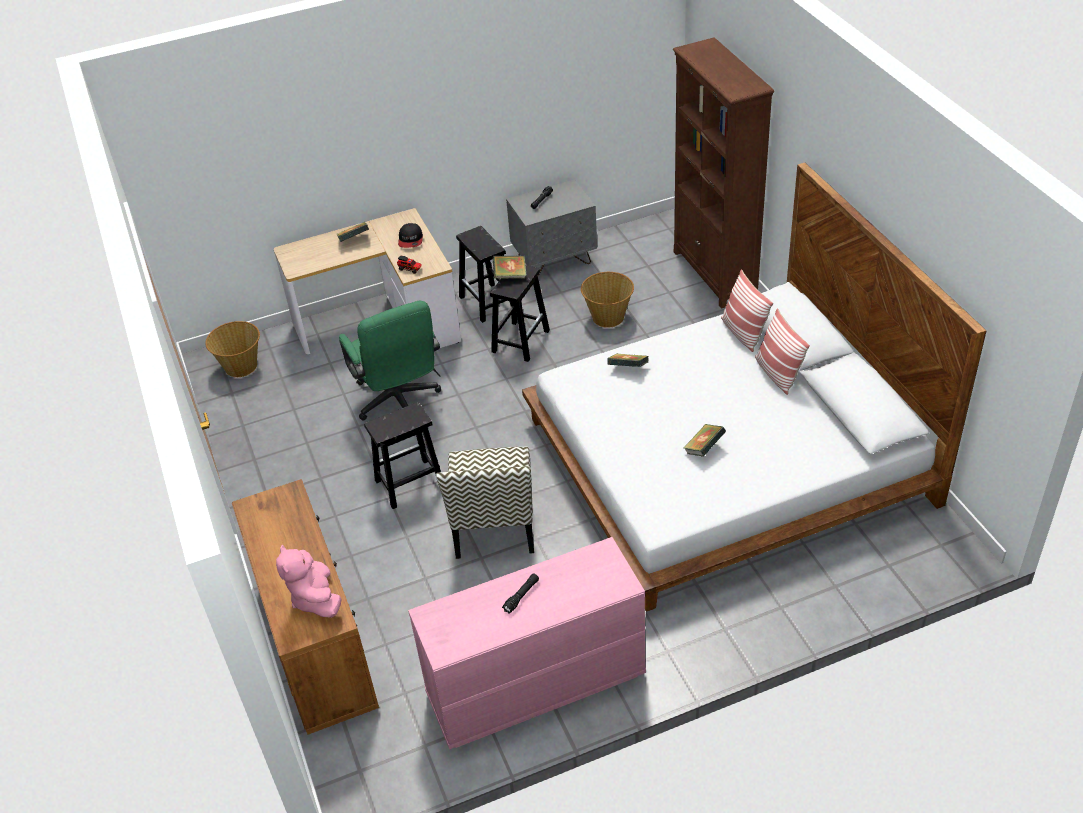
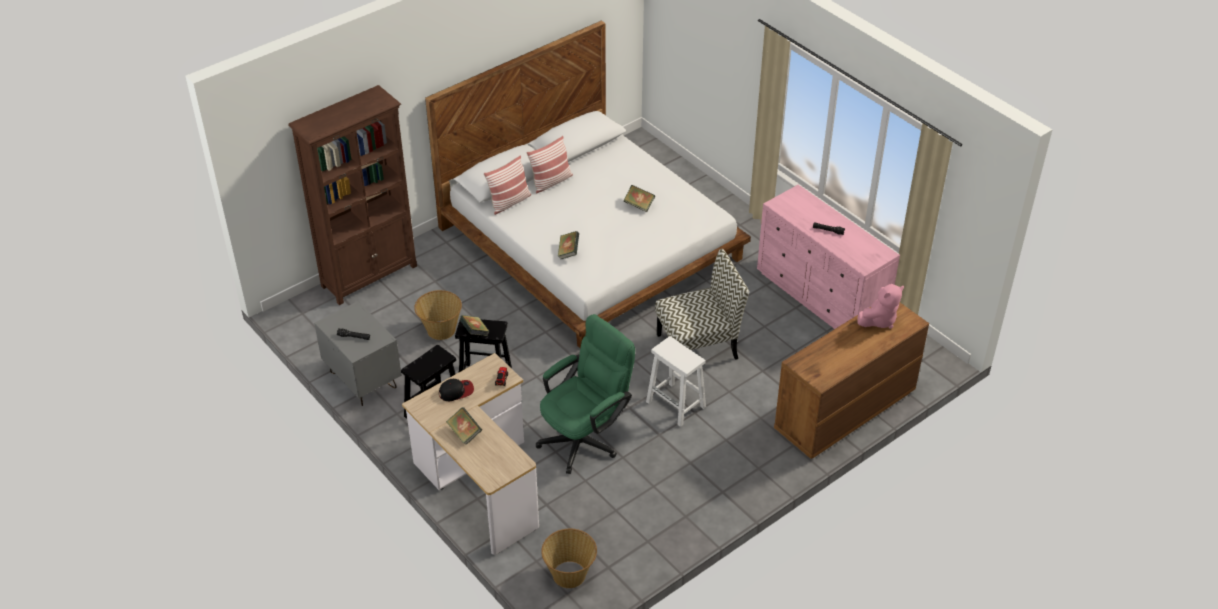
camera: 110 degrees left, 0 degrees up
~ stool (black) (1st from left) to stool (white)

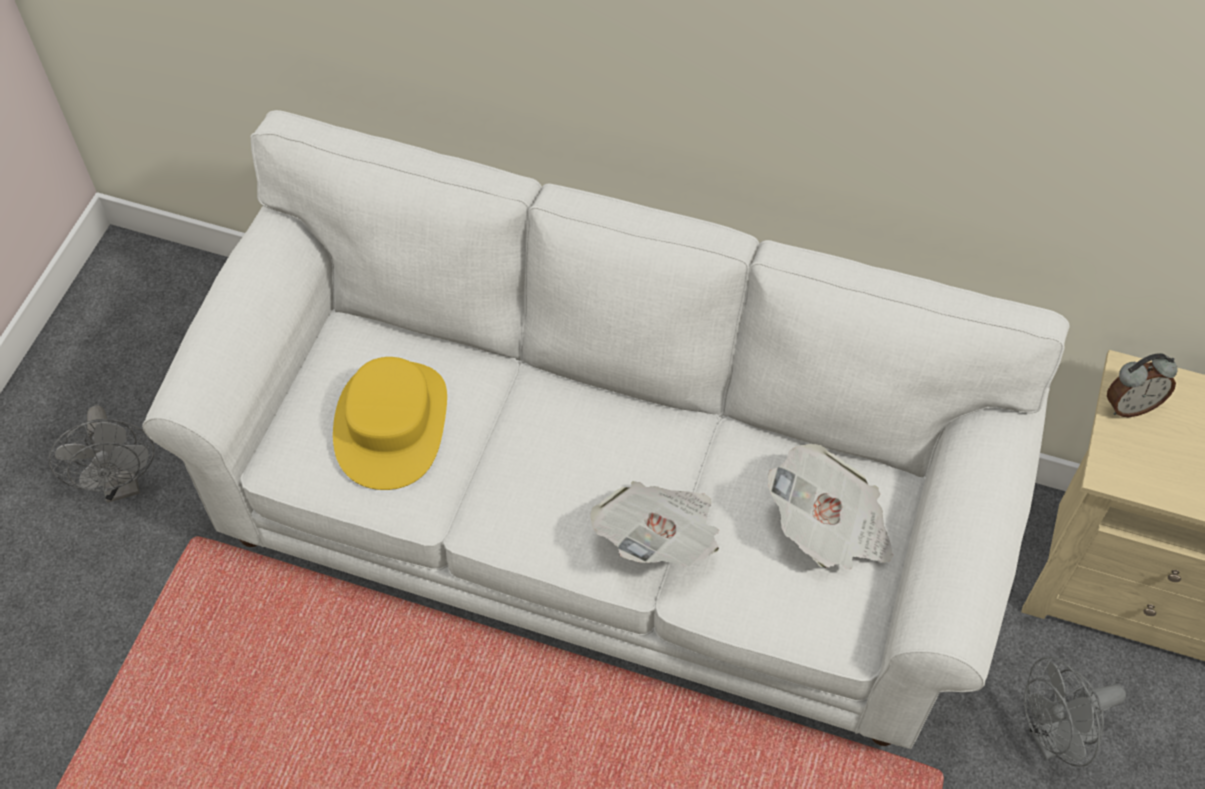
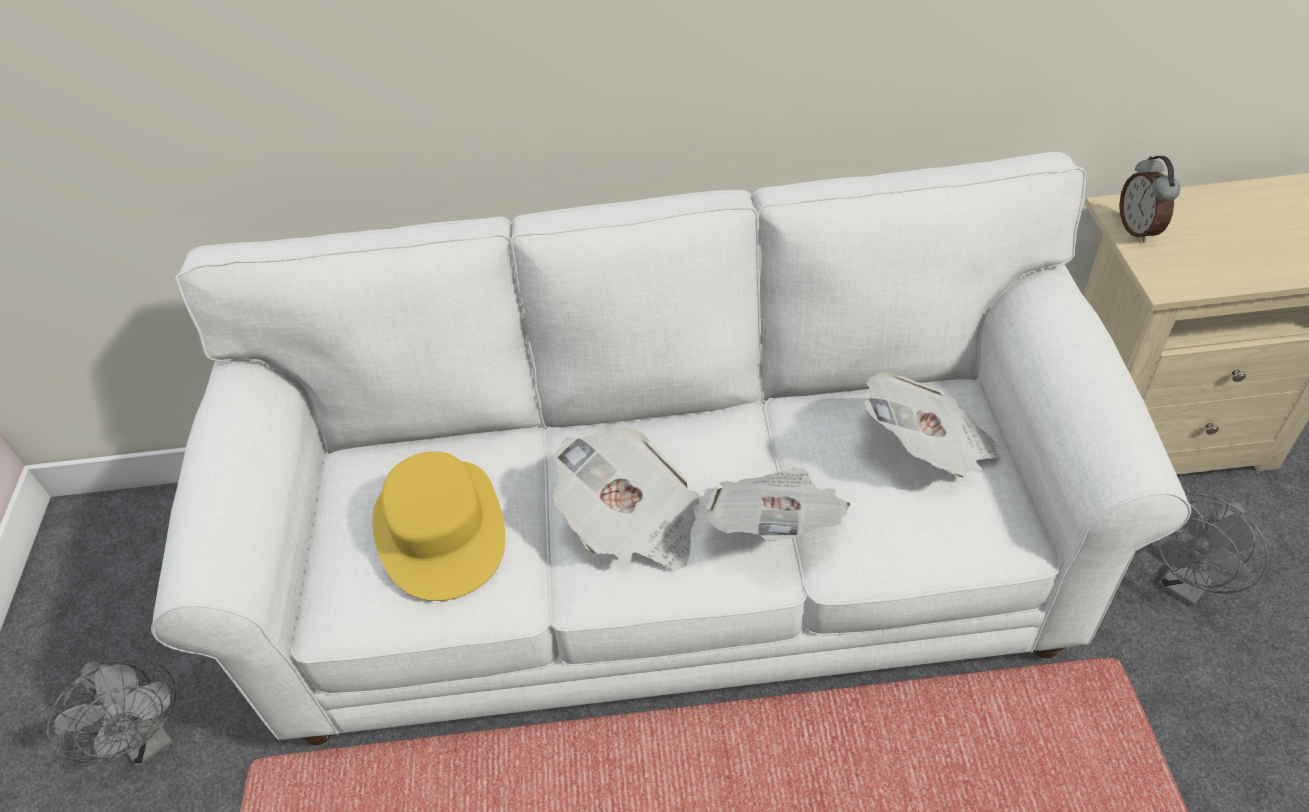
camera: 20 degrees left, 10 degrees down
+ newspaper (1st from left)
~ alarm clock 120 degrees clockwise

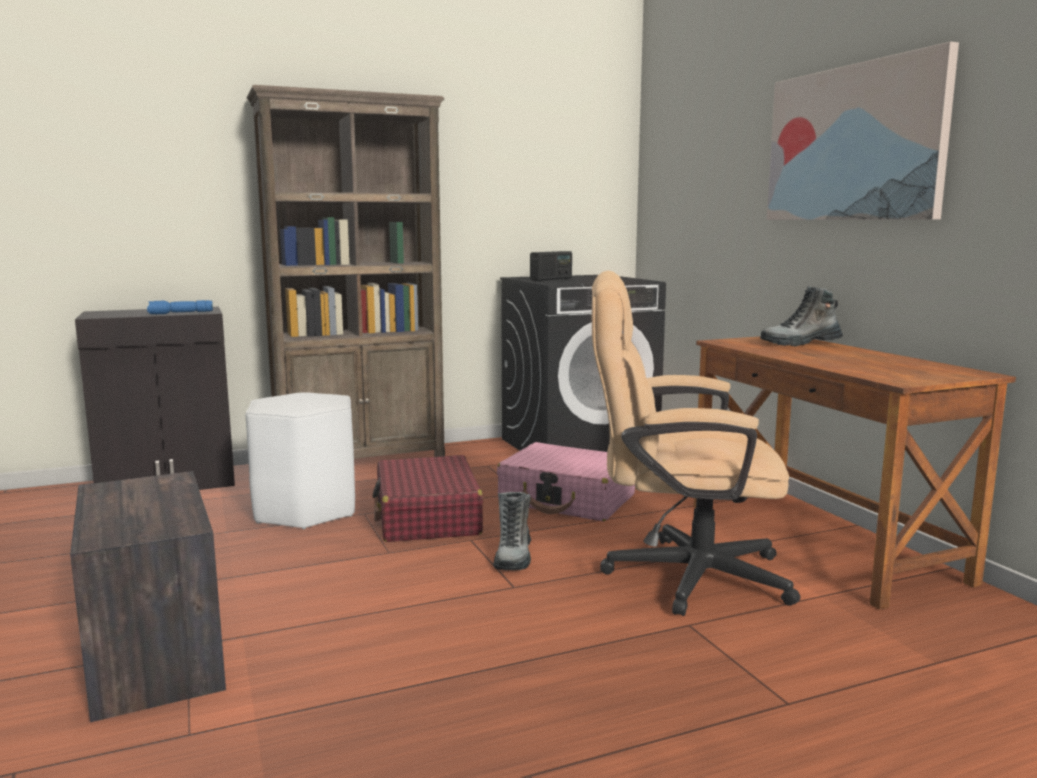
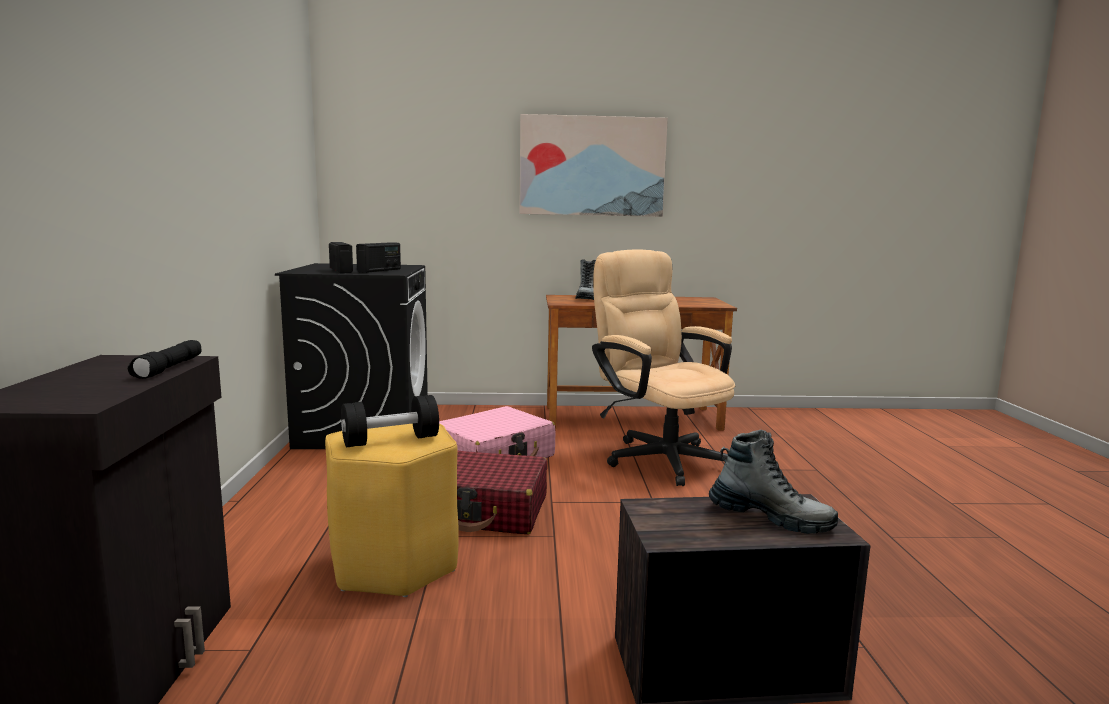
camera: 70 degrees left, 0 degrees up
- bookcase (brown)
+ dumbbell (black)
+ radio (2nd from left)
~ boot (1st from left in the first image) to boot (2nd from left)
~ flashlight (blue) to flashlight (black)
~ stool (white) to stool (yellow)
~ office chair (beige) 120 degrees clockwise

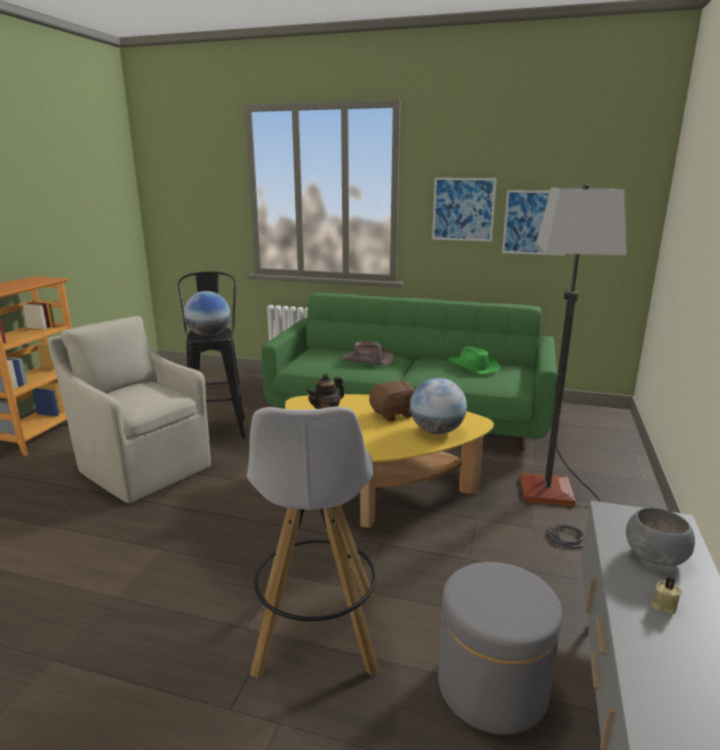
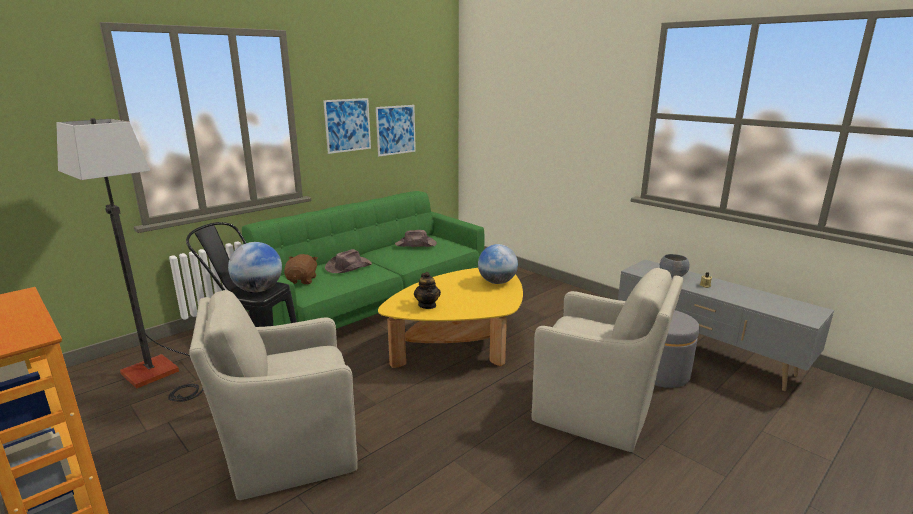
camera: 60 degrees left, 0 degrees up
~ plush toy (brown)
~ floor lamp
~ stool (white) to armchair (beige) (2nd from left)
~ hat (green) to hat (brown) (2nd from left)

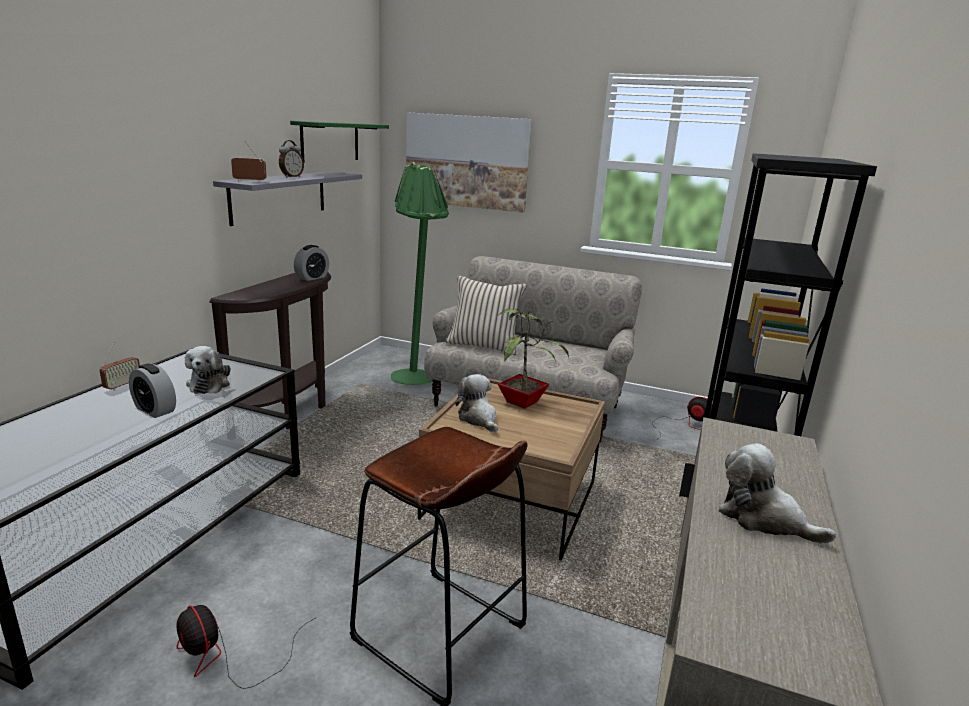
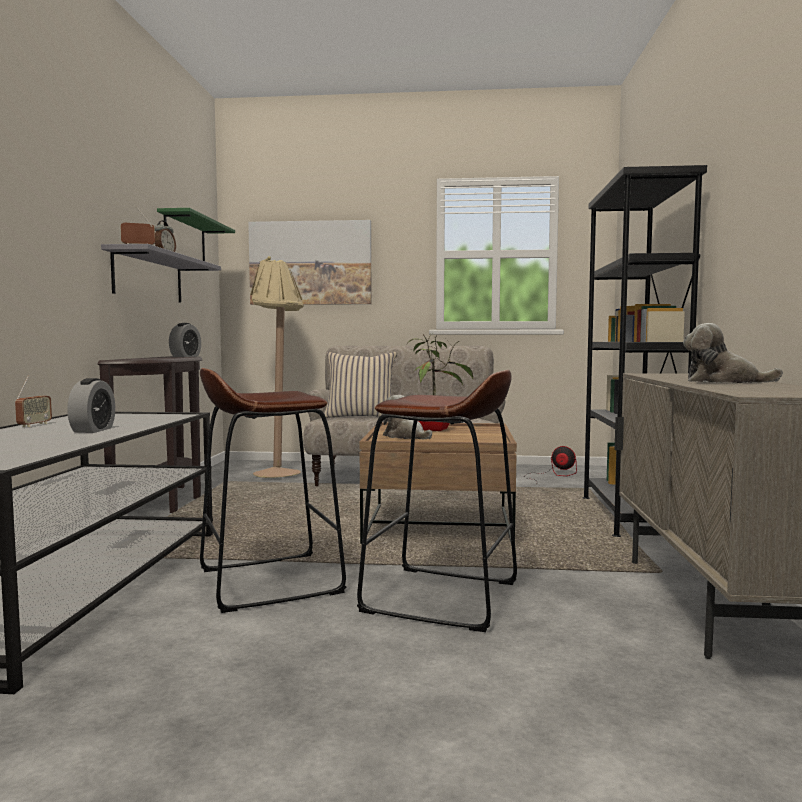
camera: 15 degrees left, 15 degrees down
- fan (1st from left)
- plush toy (1st from left)
+ stool (brown) (1st from left)
~ floor lamp (green) to floor lamp (beige)
~ alarm clock (1st from left) 105 degrees counterclockwise

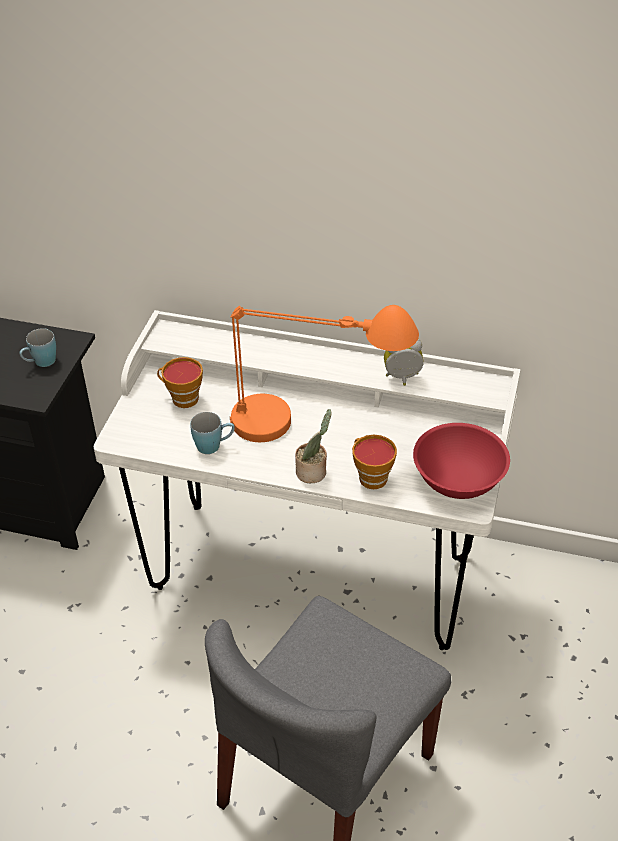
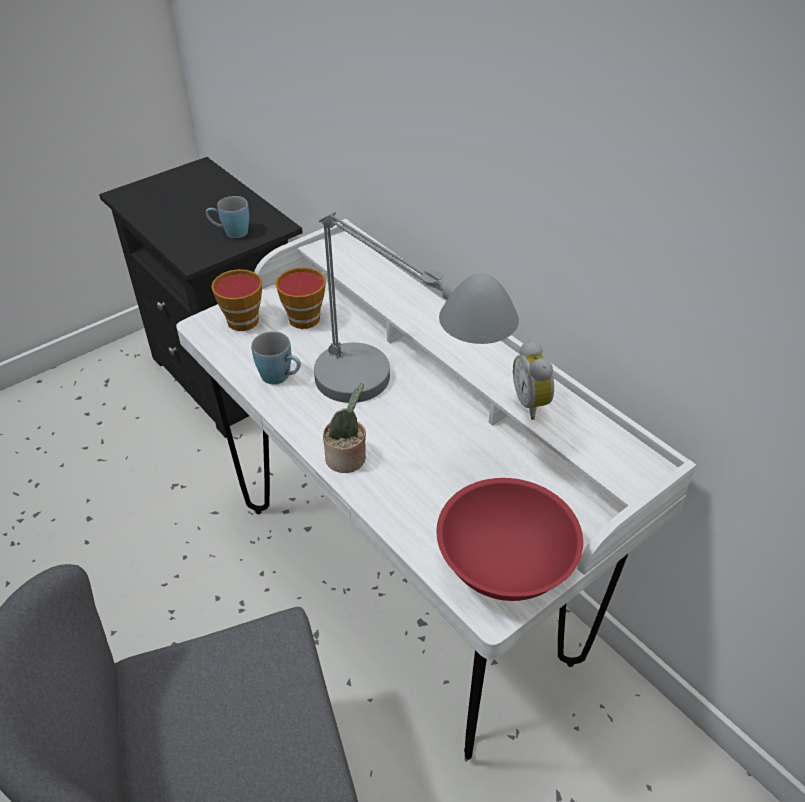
camera: 35 degrees right, 0 degrees up
~ cup (2nd from left in the first image) to cup (1st from left)
~ table lamp (orange) to table lamp (grey)
~ alarm clock 135 degrees counterclockwise

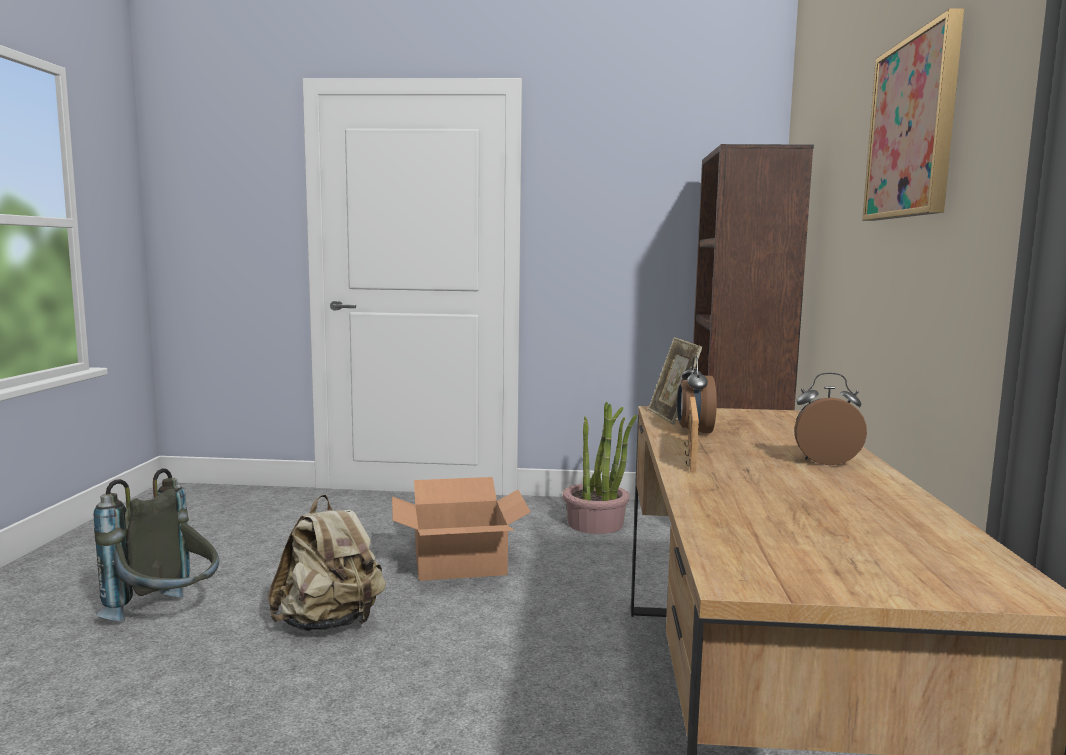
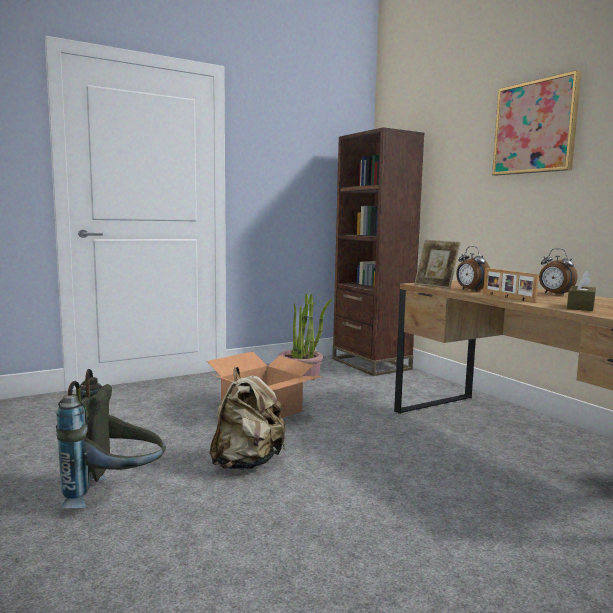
camera: 35 degrees left, 0 degrees up
+ tissue box (brown)
~ alarm clock (2nd from left) 105 degrees counterclockwise

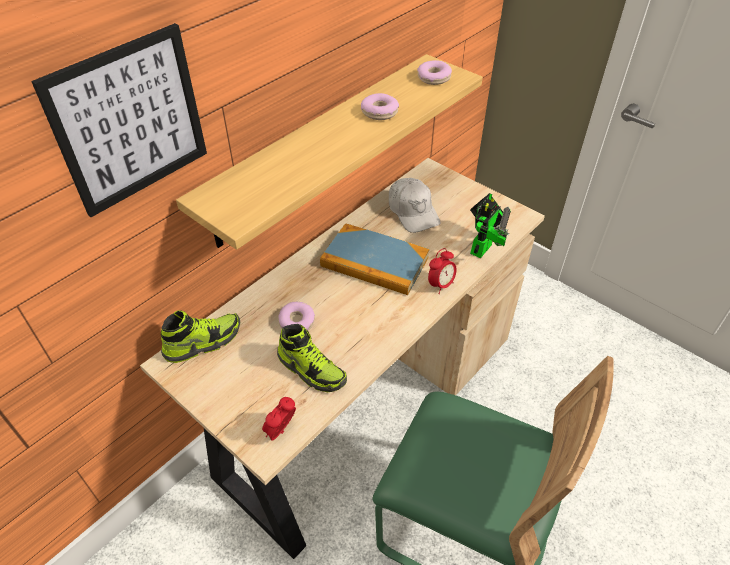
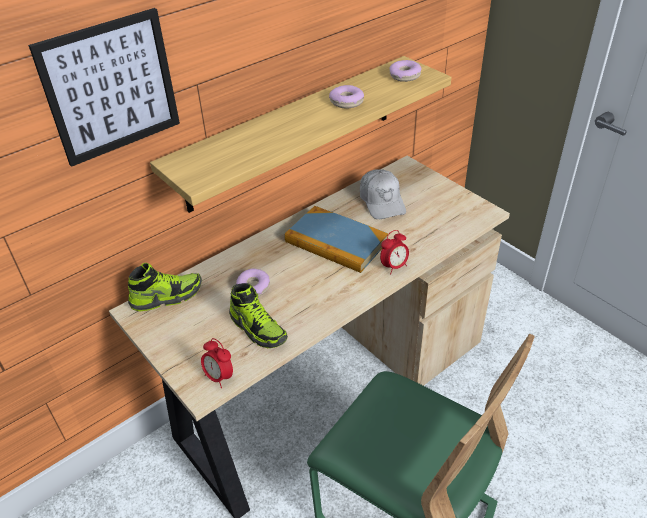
camera: 10 degrees right, 5 degrees down
- toy robot
~ alarm clock (1st from left) 90 degrees counterclockwise

